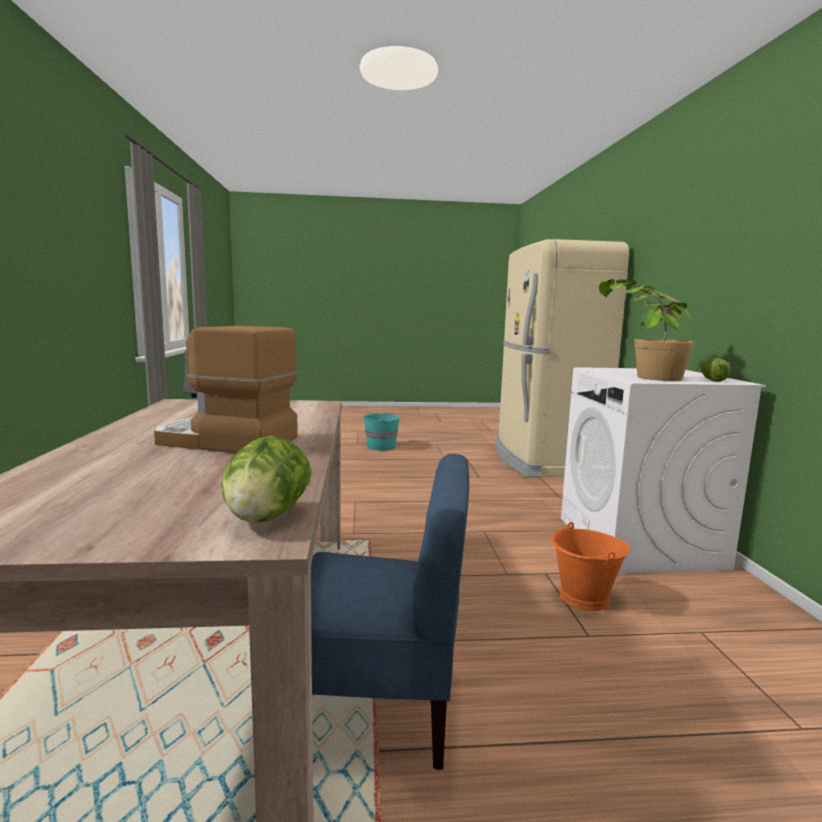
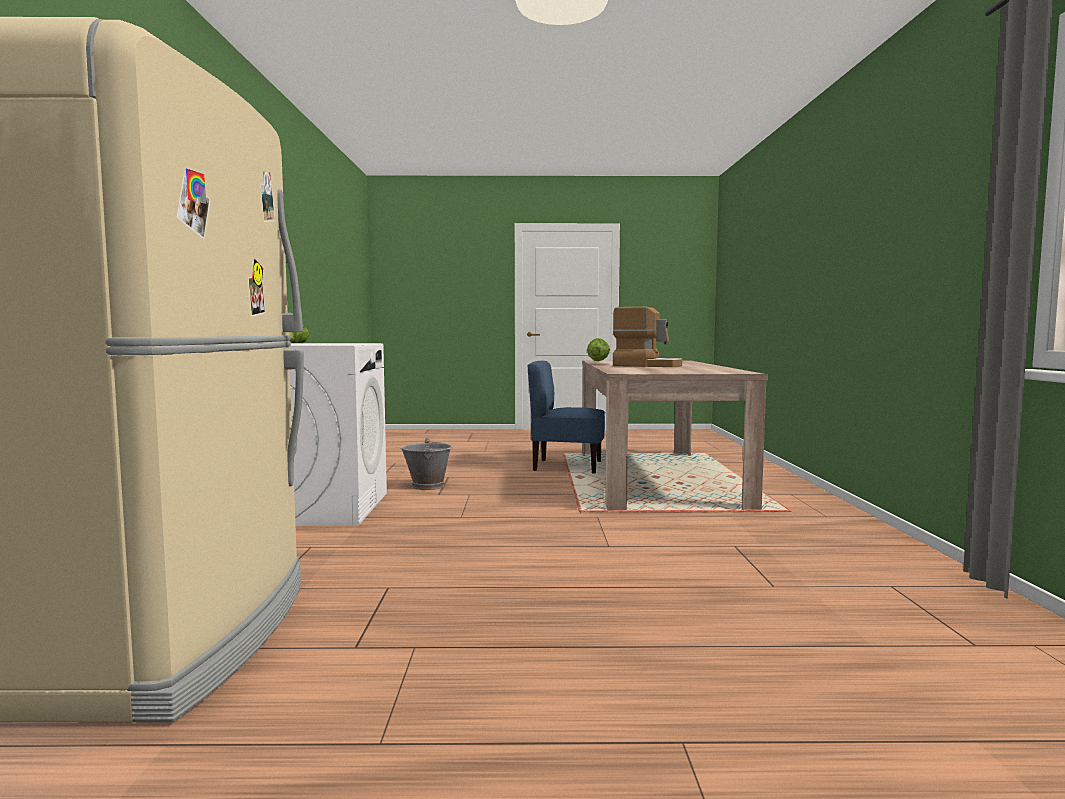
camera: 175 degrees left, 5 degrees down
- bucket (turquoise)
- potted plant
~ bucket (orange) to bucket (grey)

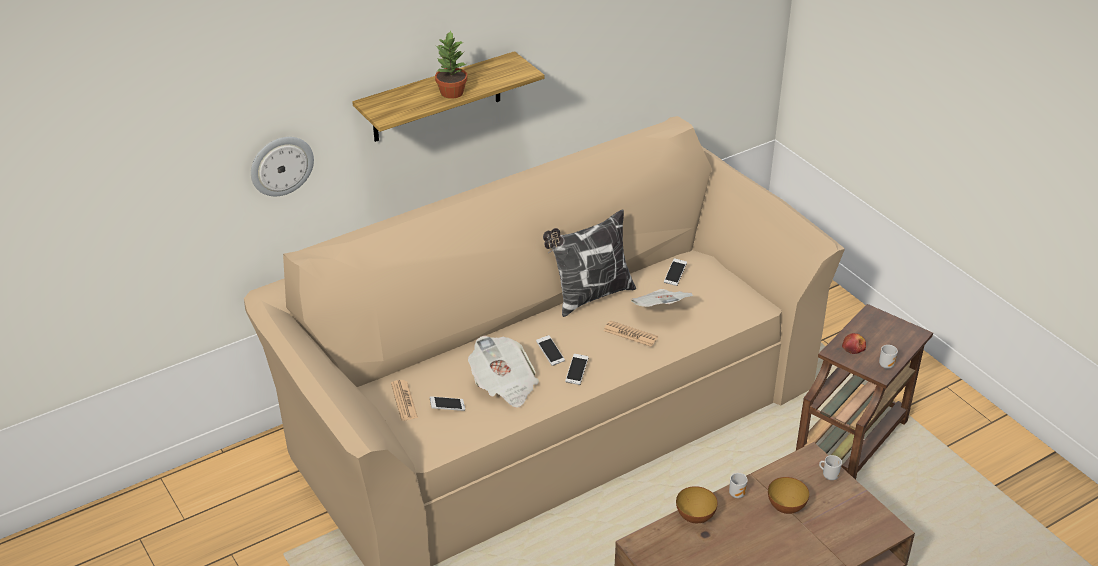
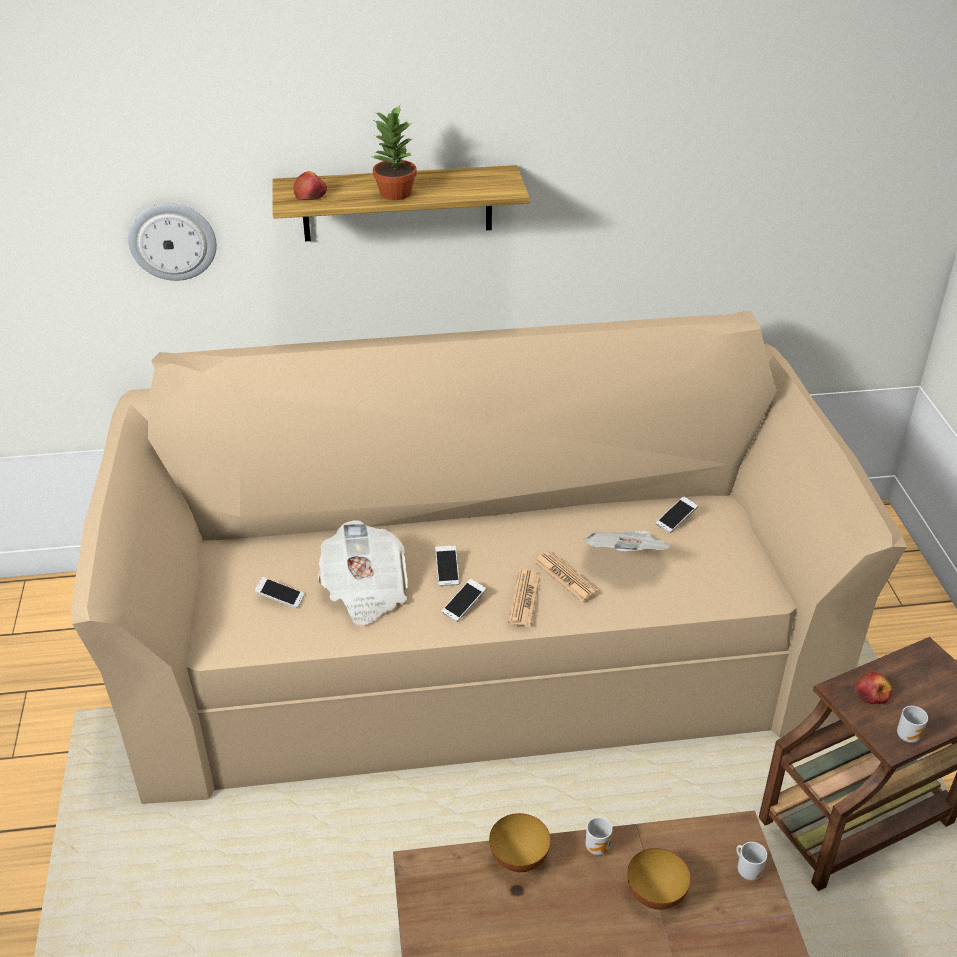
camera: 25 degrees right, 0 degrees up
- pillow
+ apple (1st from left)
~ newspaper (1st from left in the first image) to newspaper (2nd from left)

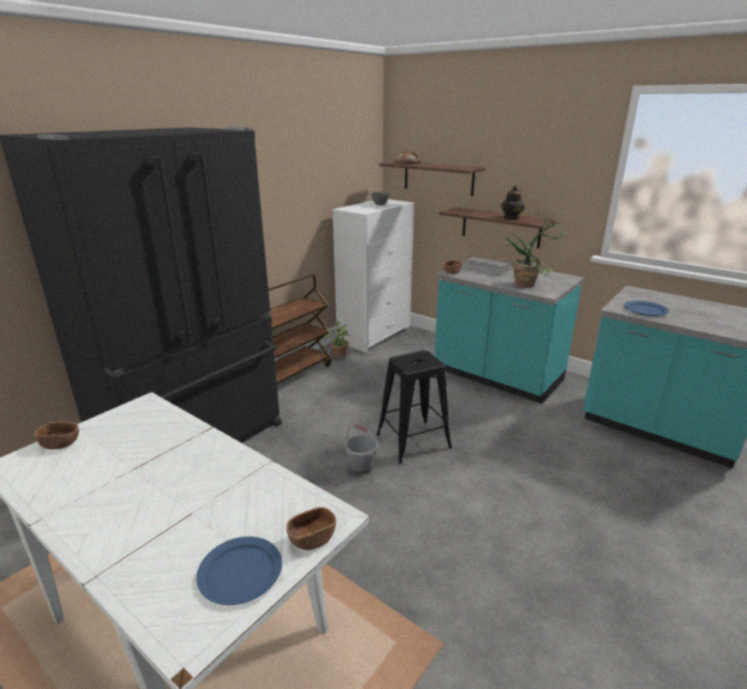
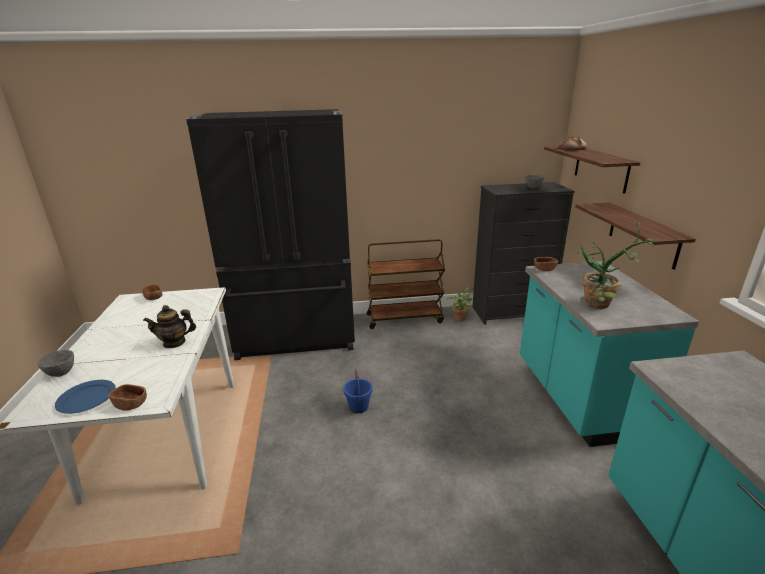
camera: 45 degrees right, 0 degrees up
- stool (black)
- plate (blue) (2nd from left)
+ bowl (grey) (1st from left)
~ teapot
~ dresser (white) to dresser (black)
~ bucket (grey) to bucket (blue)

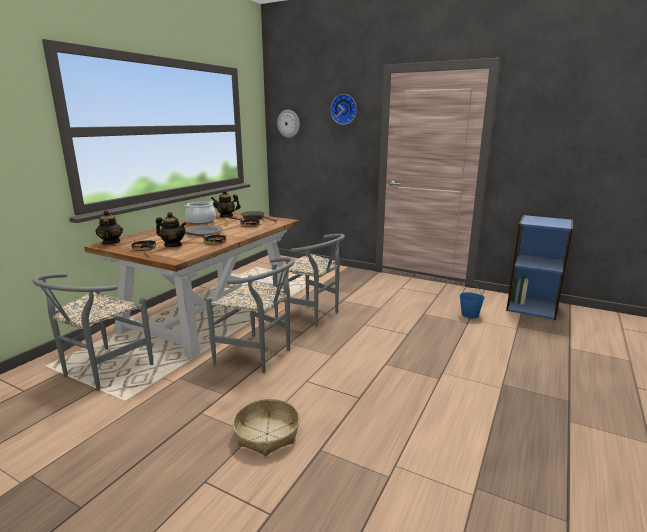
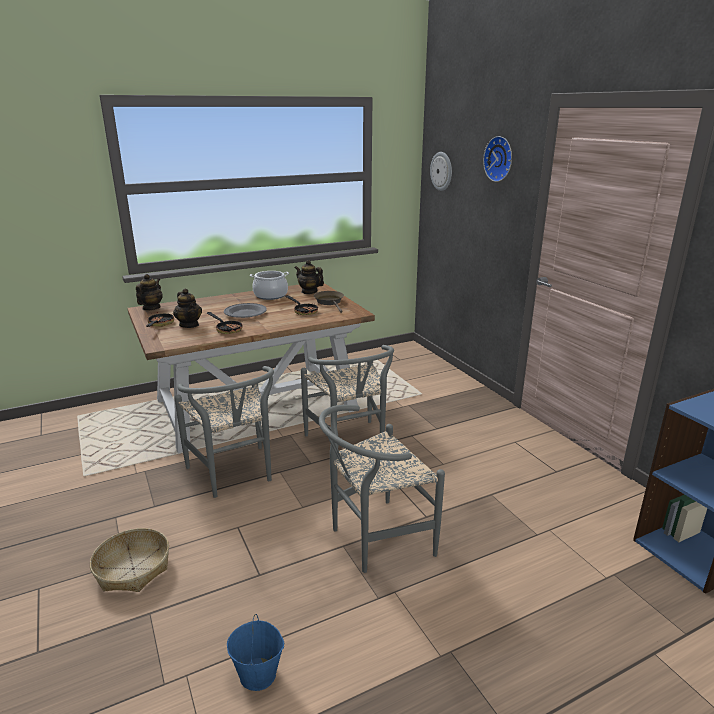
camera: 35 degrees right, 5 degrees up
~ chair (grey) (1st from left in the first image) to chair (grey) (3rd from left)
~ bucket (blue)

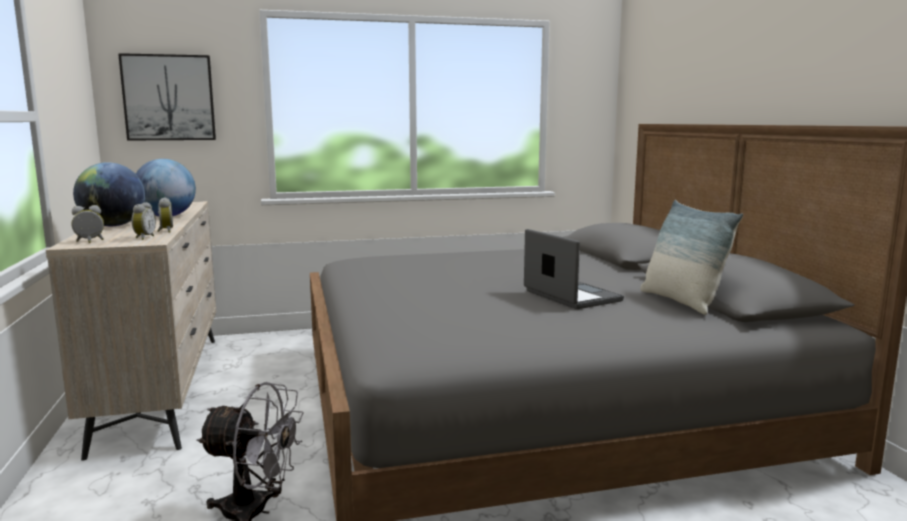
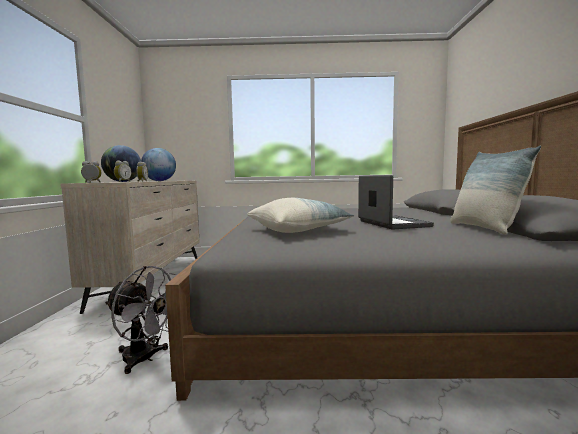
camera: 15 degrees right, 5 degrees down
- picture
+ pillow (1st from left)

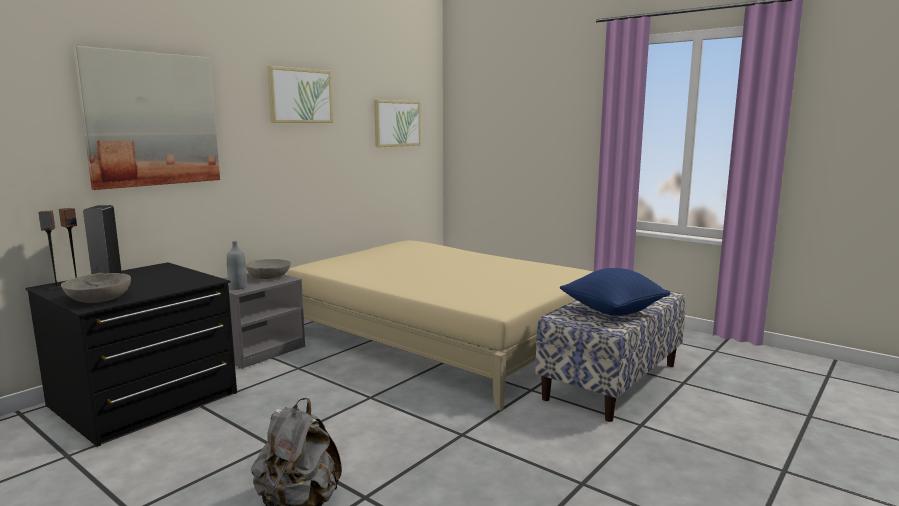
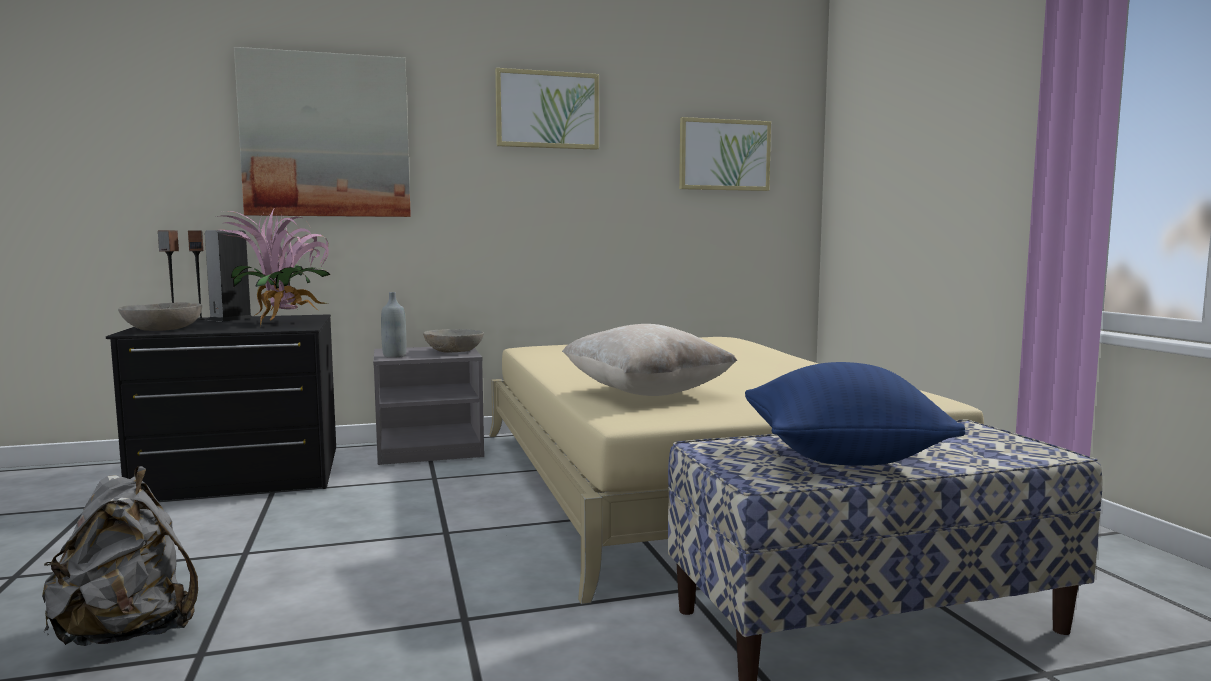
camera: 35 degrees right, 5 degrees down
+ potted plant
+ pillow (beige)

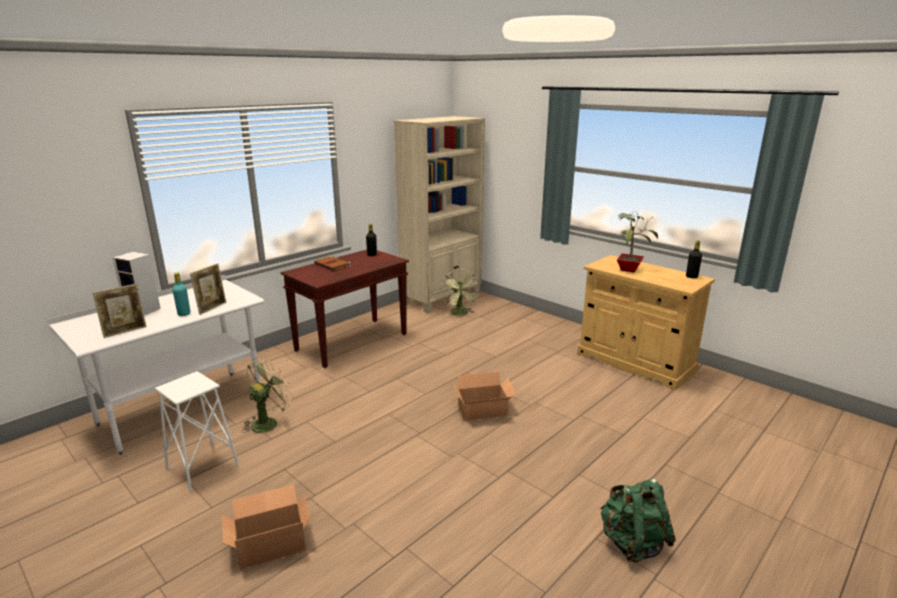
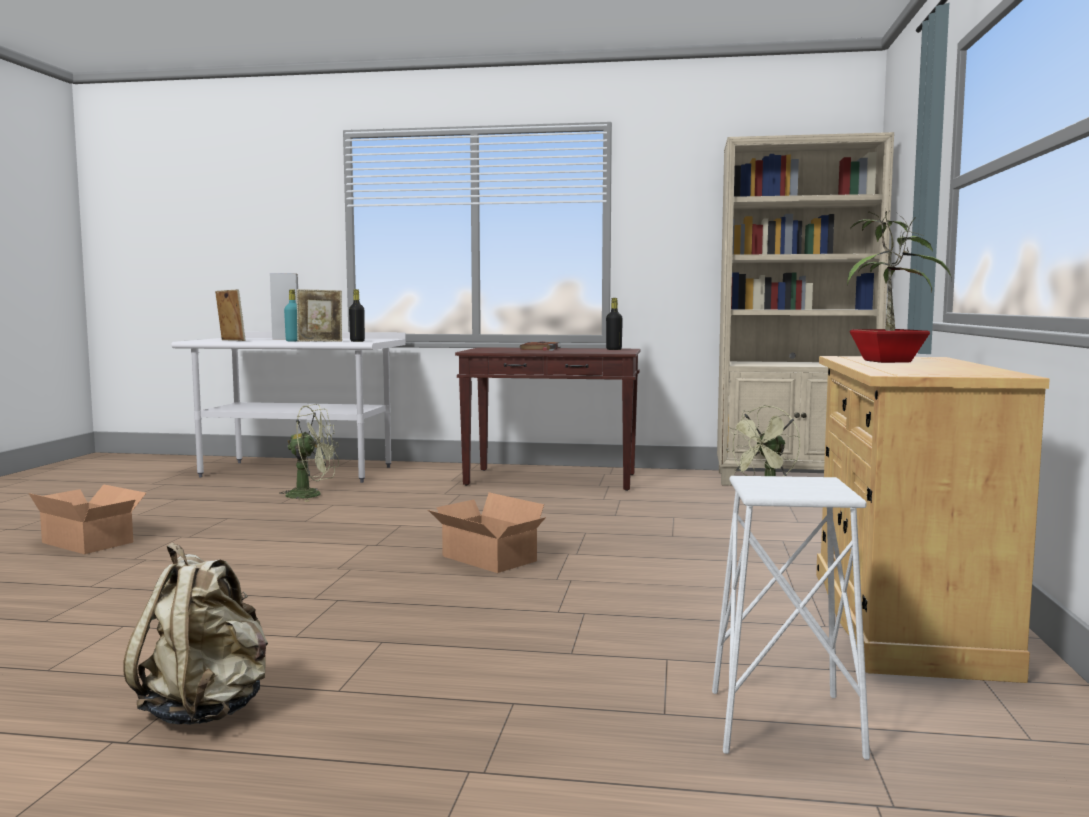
camera: 55 degrees right, 15 degrees down
~ stool (white)
~ bottle (black) (2nd from left in the first image) to bottle (black) (1st from left)
~ backpack (green) to backpack (beige)
~ picture frame (1st from left) 150 degrees counterclockwise

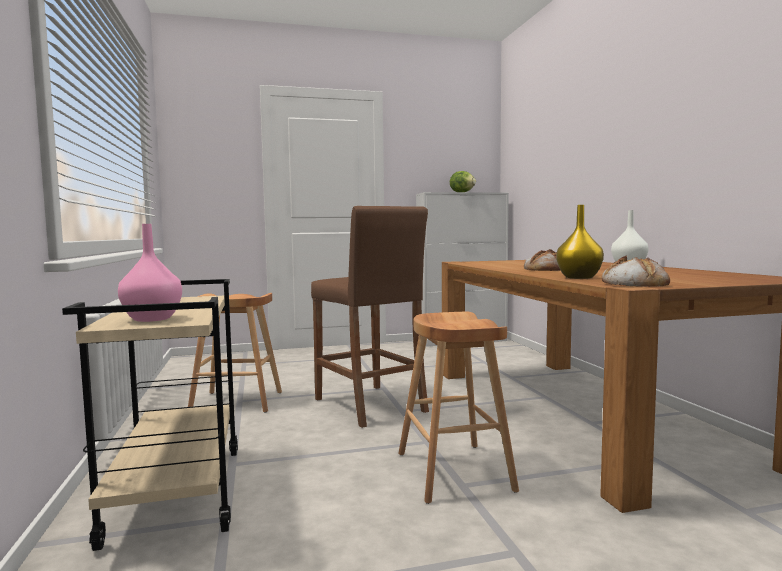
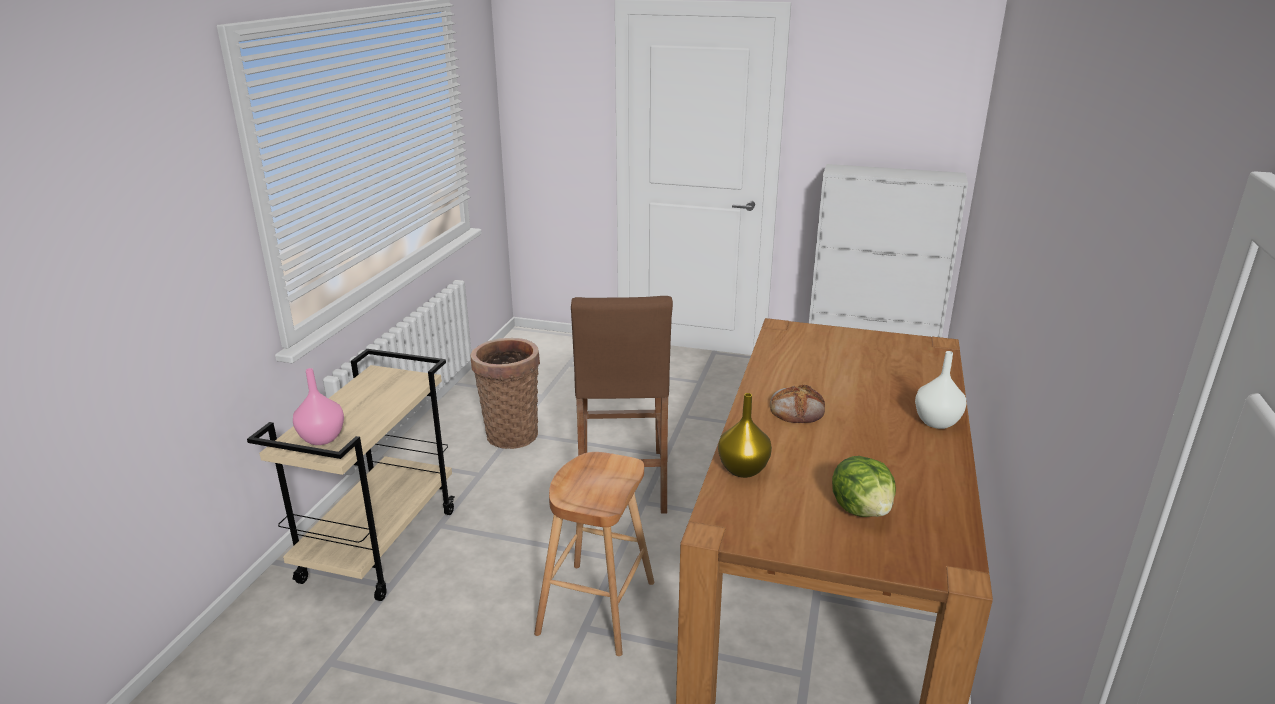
camera: 30 degrees right, 20 degrees up
- bread (2nd from left)
~ lettuce
~ stool (brown) (1st from left) to basket

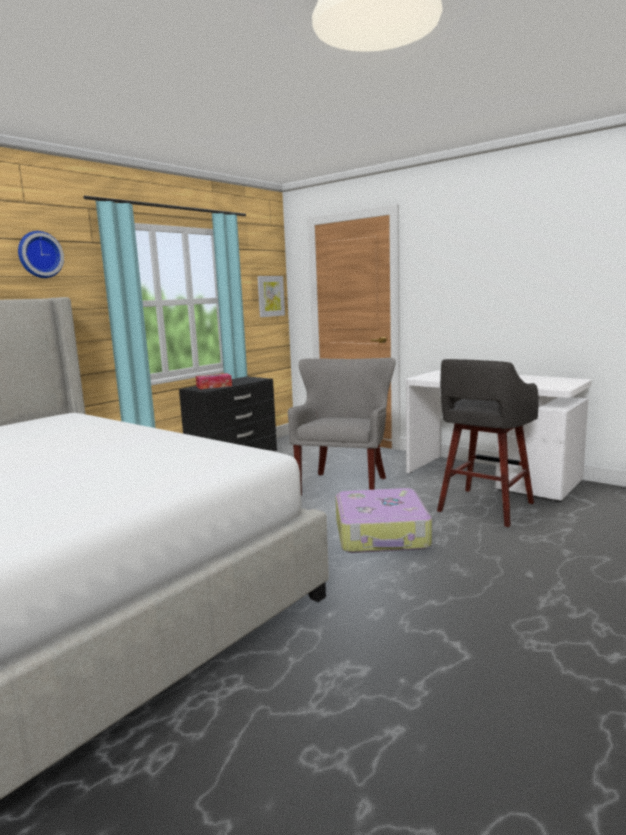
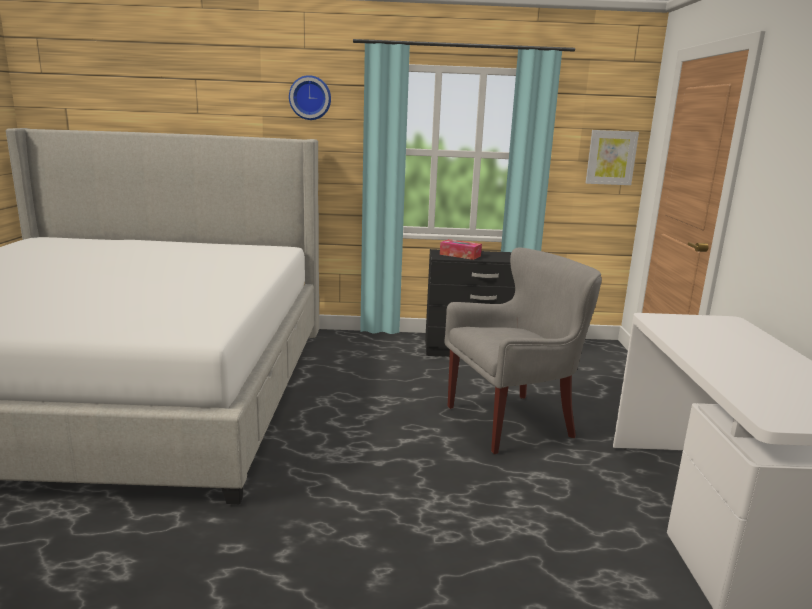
camera: 50 degrees right, 5 degrees up
- suitcase
- stool (grey)

